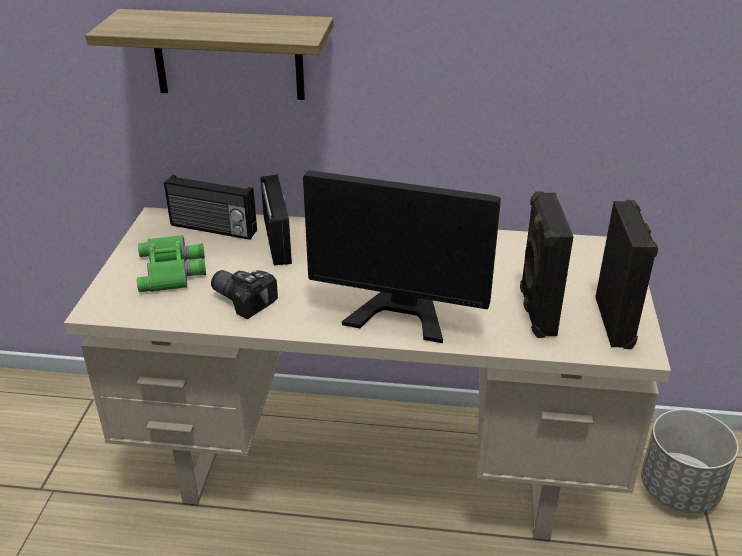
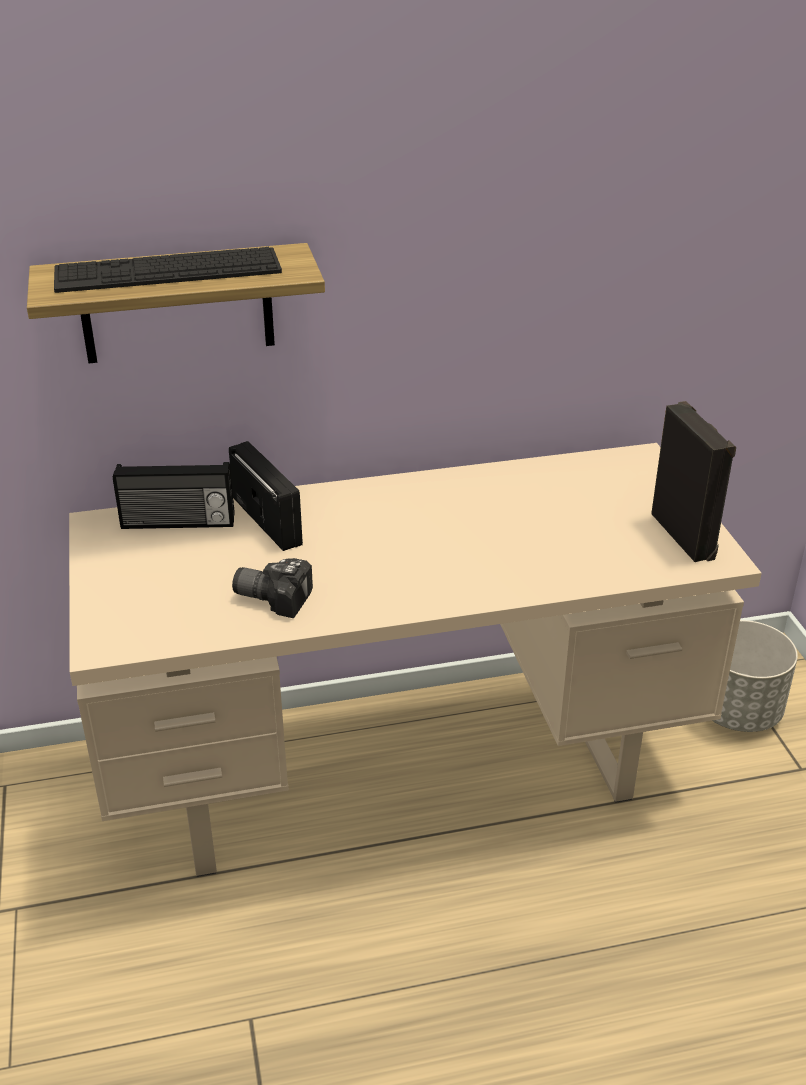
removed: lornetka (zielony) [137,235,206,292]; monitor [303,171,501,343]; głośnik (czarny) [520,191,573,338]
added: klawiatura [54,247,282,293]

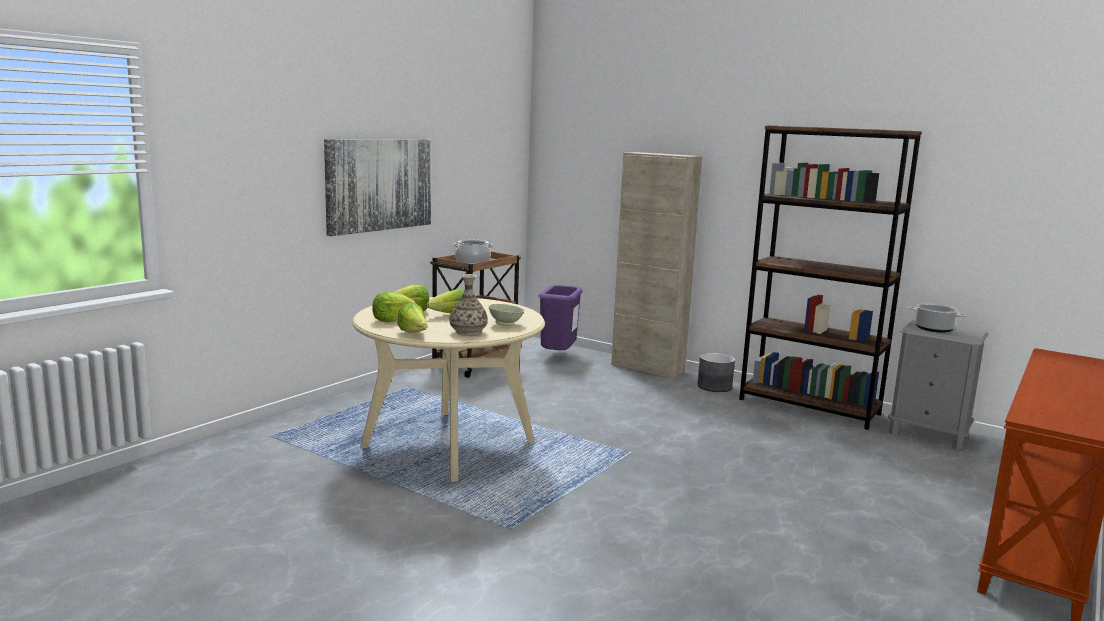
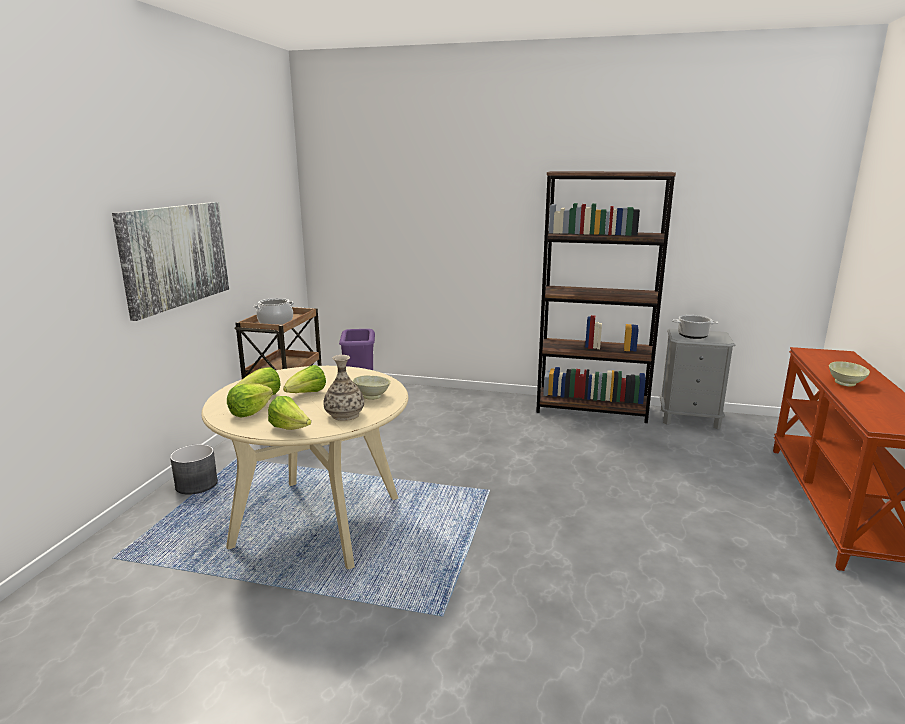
removed: szafka (beżowy) [611,152,702,379]
added: miska (beżowy) [829,361,870,387]
moved: donica (szary) [697,353,735,392] to [170,444,218,495]

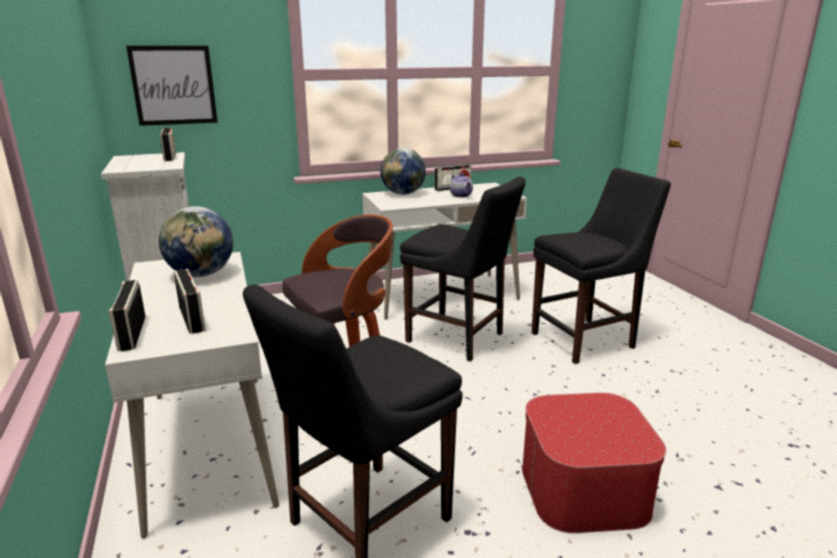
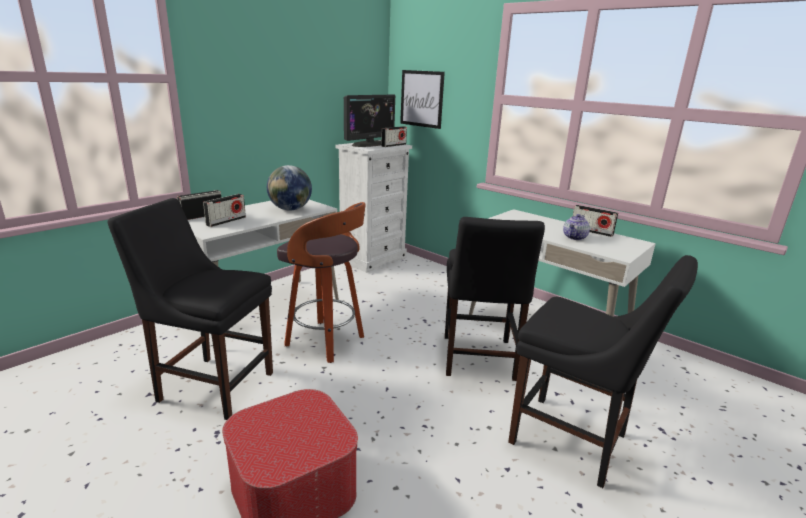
removed: globus [380,148,426,195]
added: monitor [344,94,395,147]

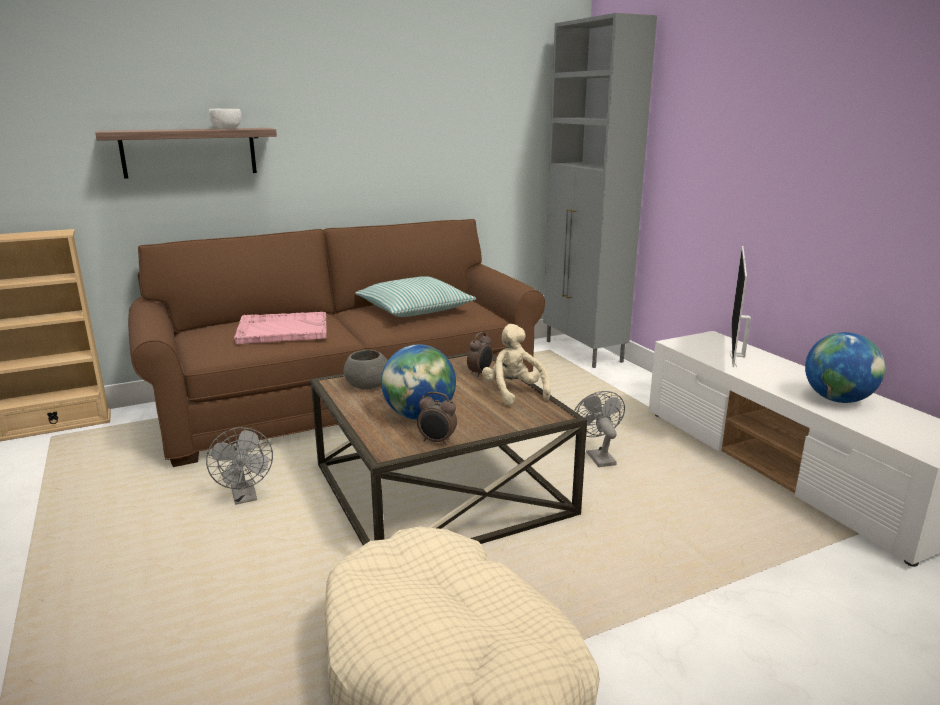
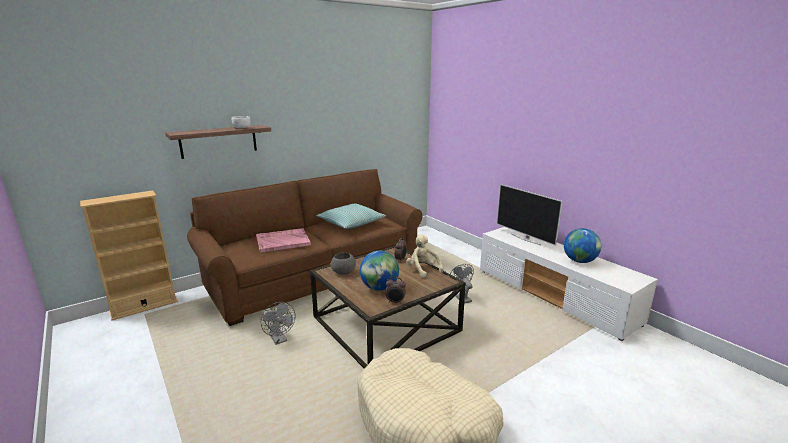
removed: szafka (szary) [543,13,657,368]
turned: telewizor [730,246,751,367] = [497,184,563,246] 45 degrees counterclockwise

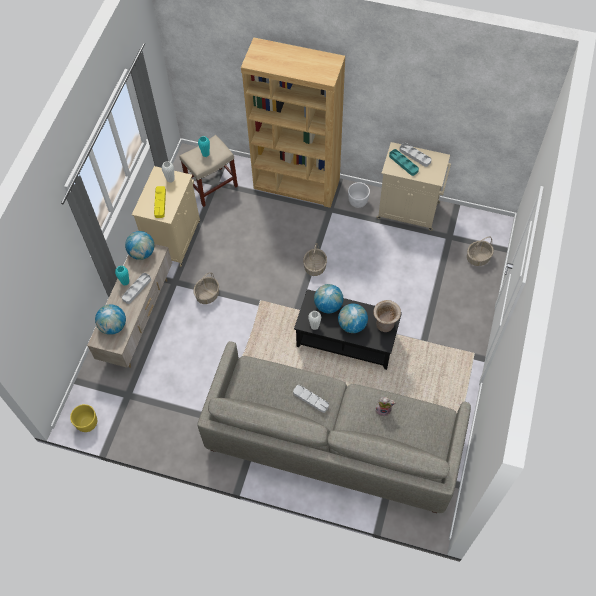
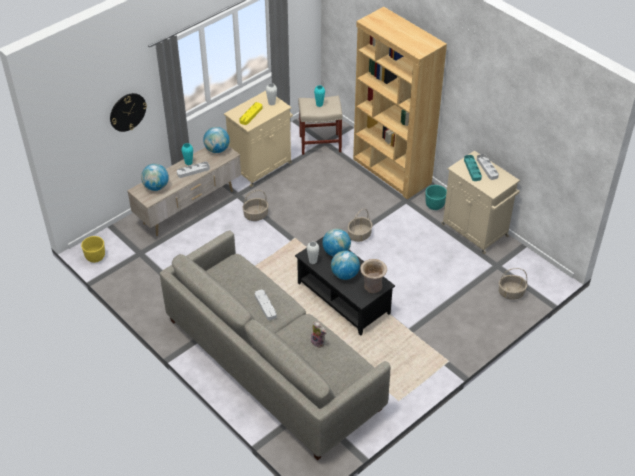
added: zegar ścienny [110,93,147,132]
recoloured: donica (biały) [348,182,370,208] to donica (turkusowy) [426,185,447,210]

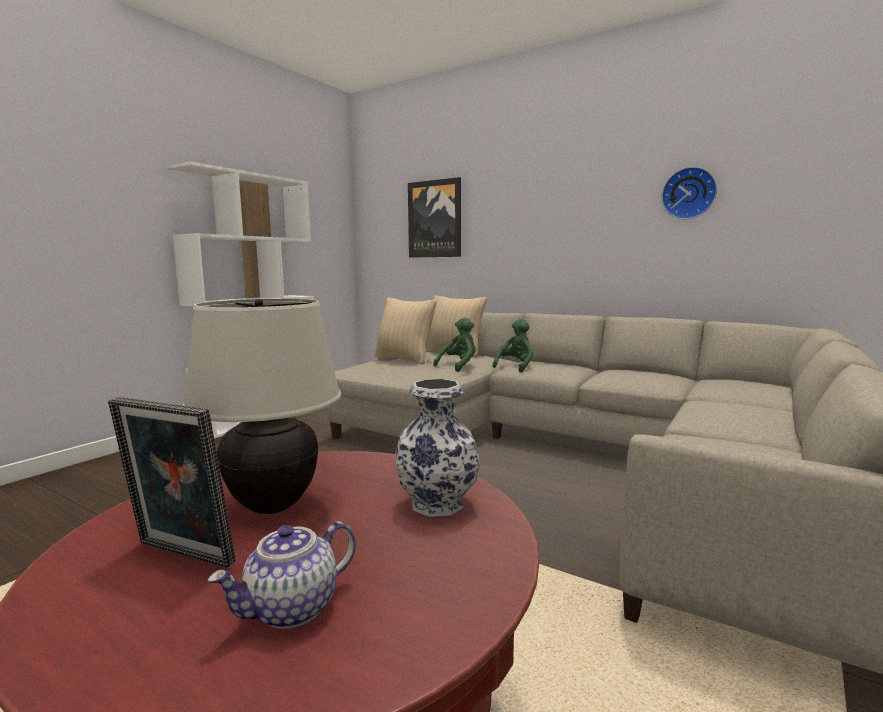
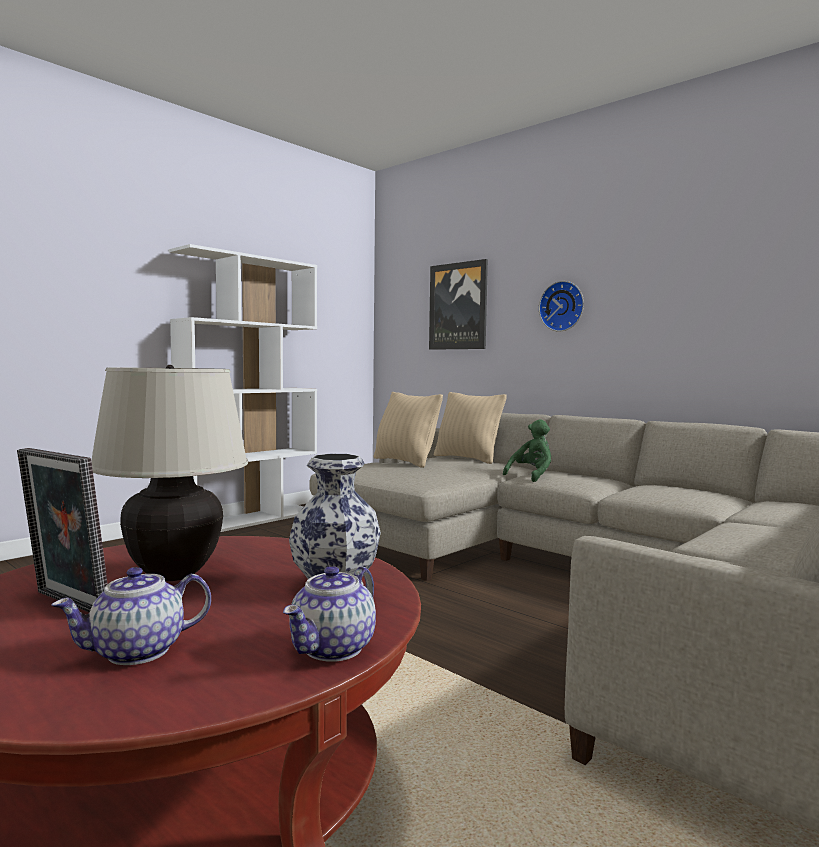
removed: pluszak (zielony) [433,317,475,372]
added: imbryk [283,566,376,662]
moved: zegar ścienny [661,167,717,219] to [539,281,584,332]

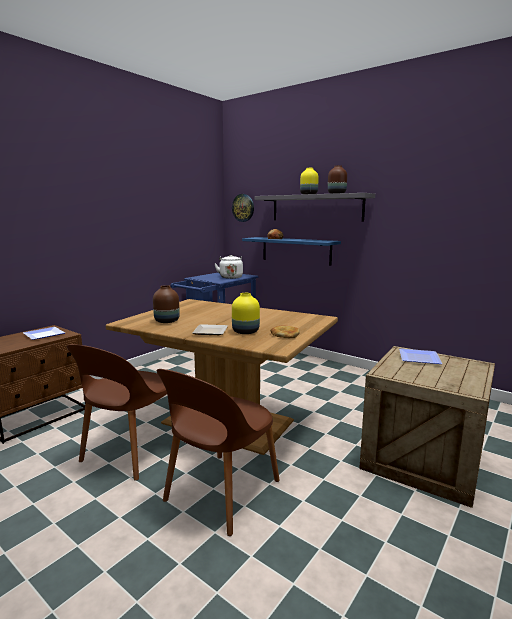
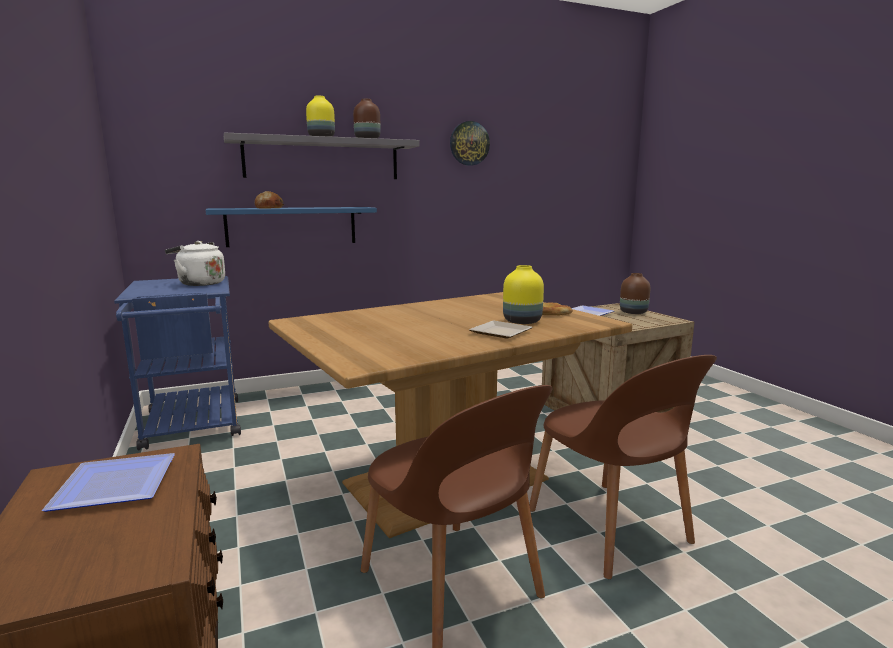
moved: zegar ścienny [232,194,254,222] to [450,121,490,166]; wazon (brązowy) [153,285,180,323] to [620,273,650,314]

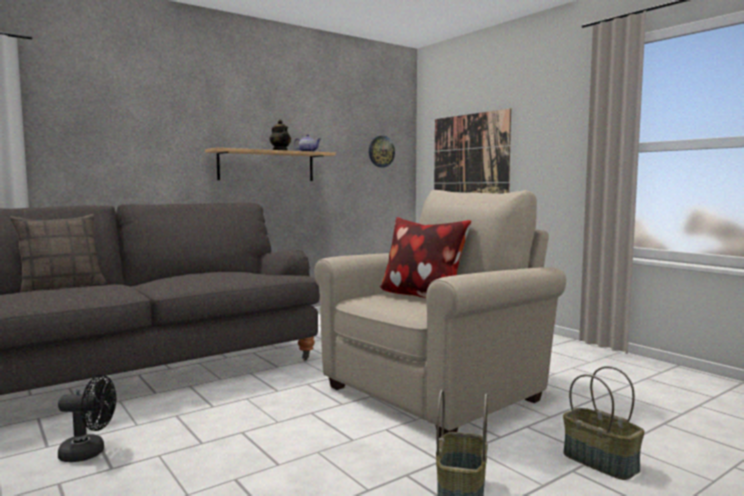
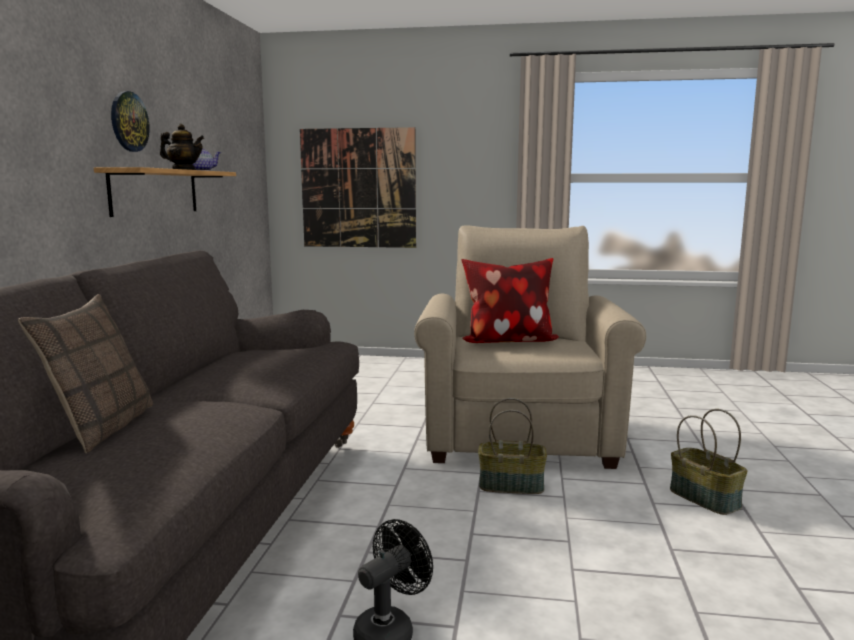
moved: zegar ścienny [369,136,395,167] to [111,91,150,152]; koszyk [563,366,645,480] to [478,398,547,494]

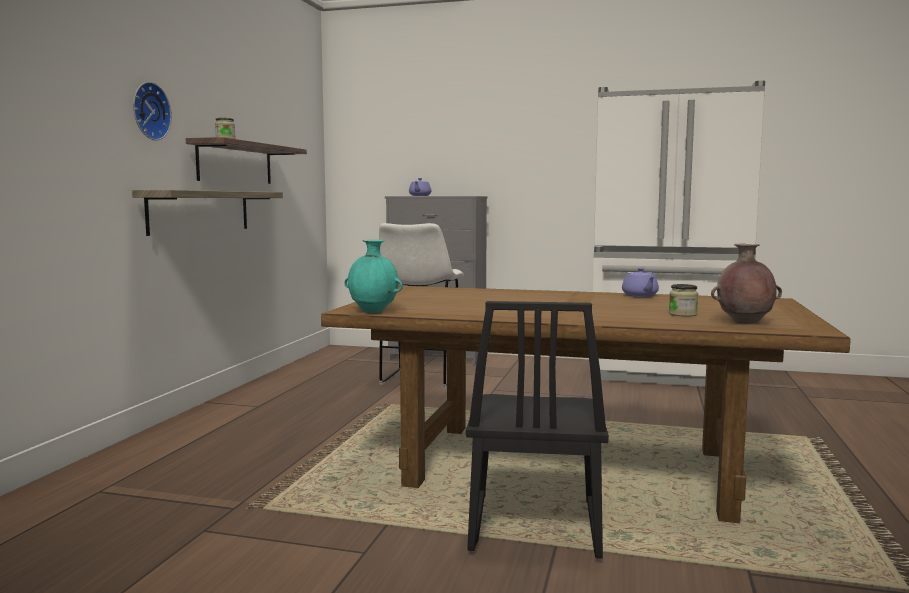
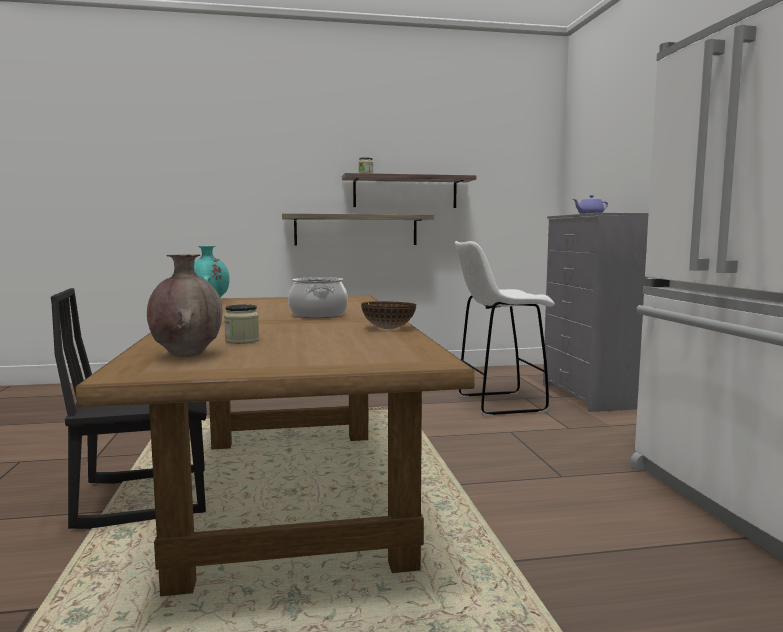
removed: zegar ścienny [133,82,172,140]
added: garnek [288,277,348,318]
replaced: imbryk (fioletowy) [622,268,659,297] to miska [361,301,416,329]

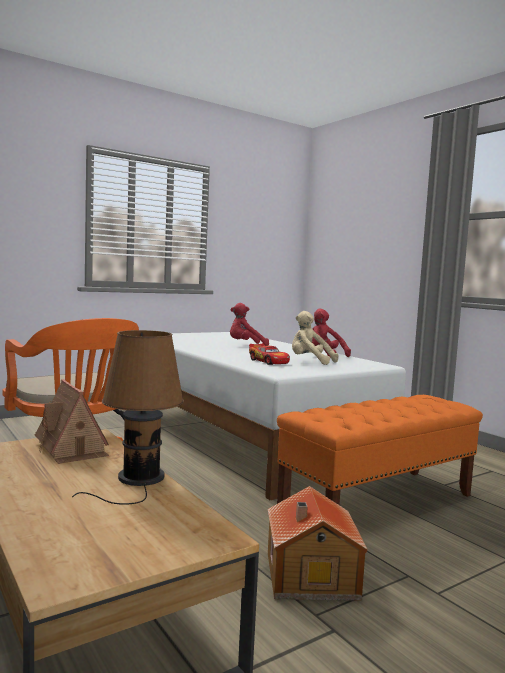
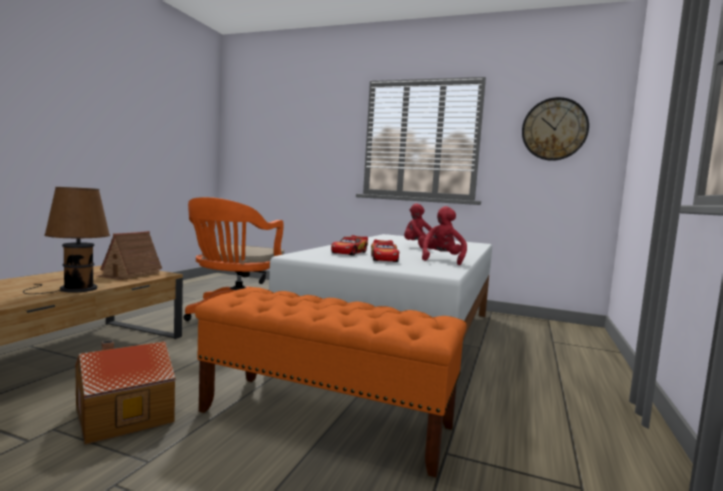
added: zegar ścienny [522,97,589,161]
replaced: pluszak (beżowy) [292,311,339,365] to samochodzik [371,239,399,262]

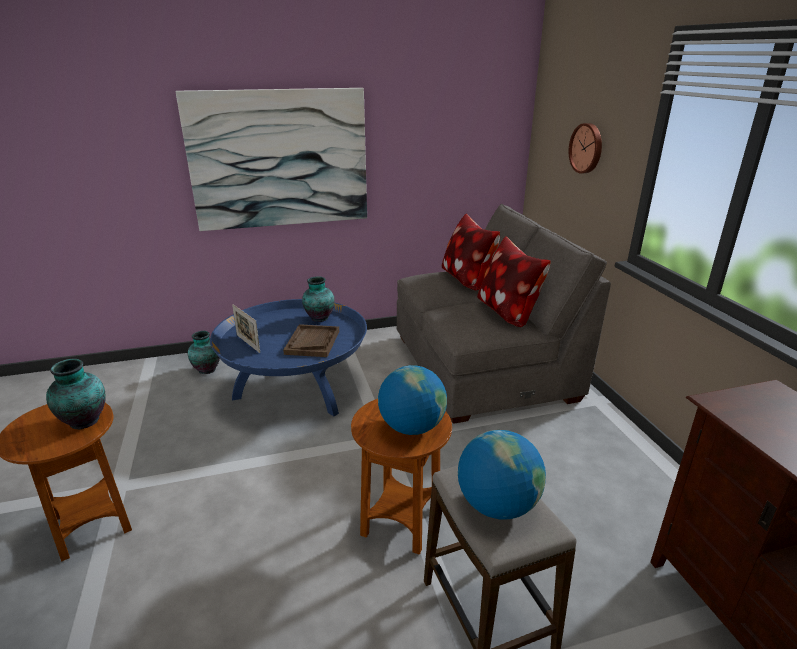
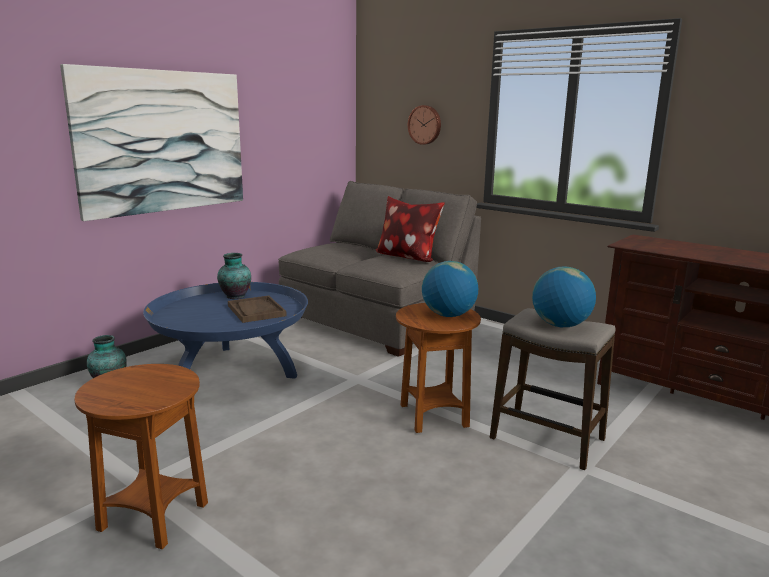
removed: wazon [46,359,106,429]; ramka na zdjęcie [232,304,260,353]; poduszka [442,214,500,290]

